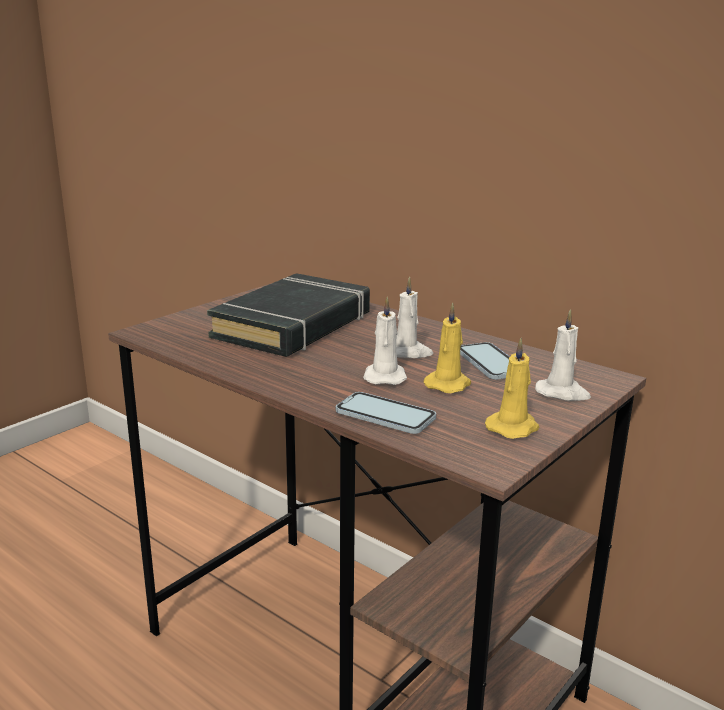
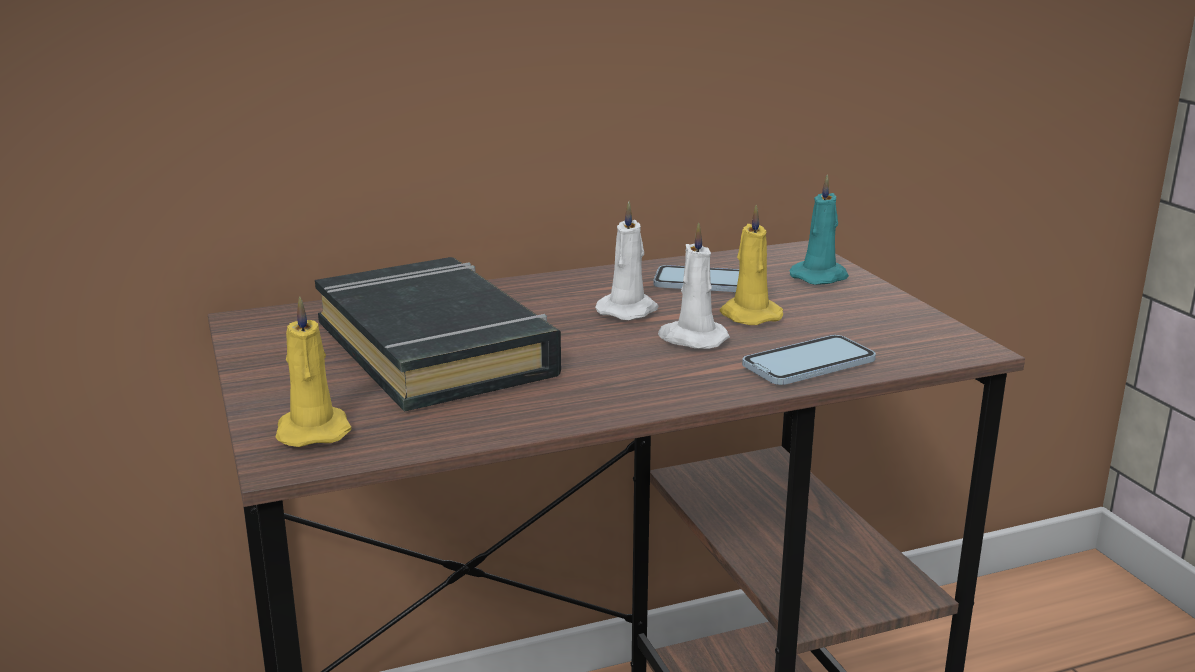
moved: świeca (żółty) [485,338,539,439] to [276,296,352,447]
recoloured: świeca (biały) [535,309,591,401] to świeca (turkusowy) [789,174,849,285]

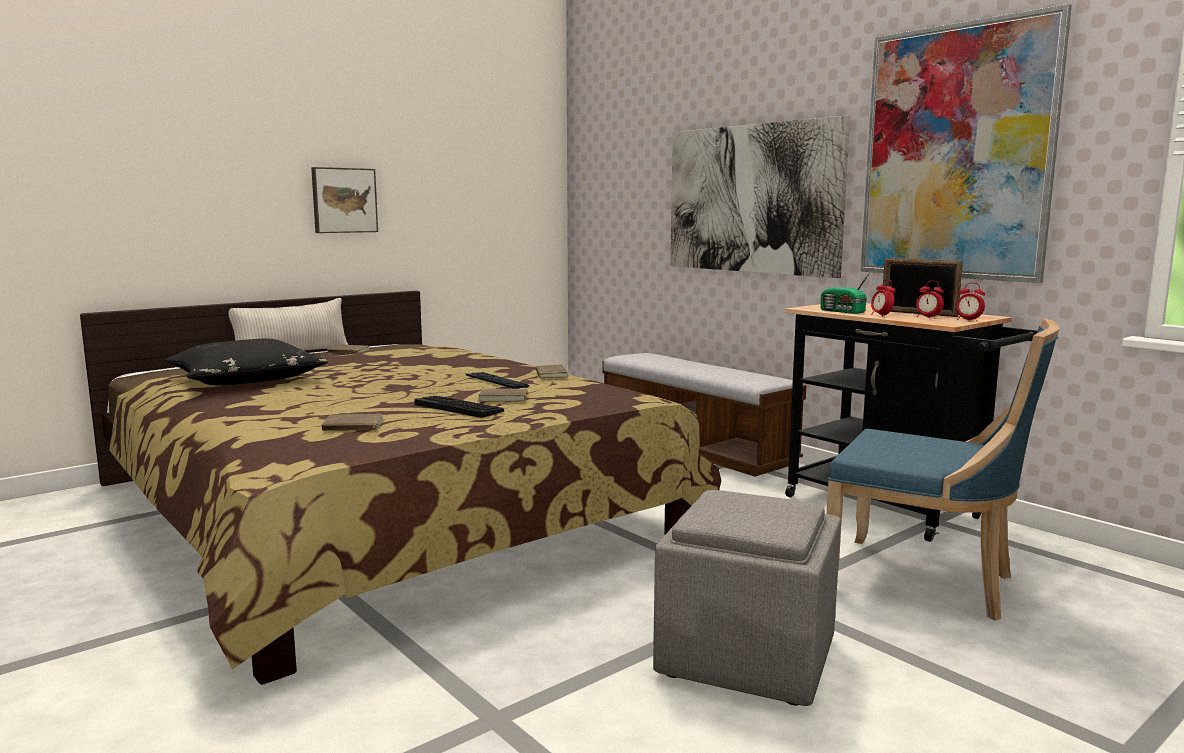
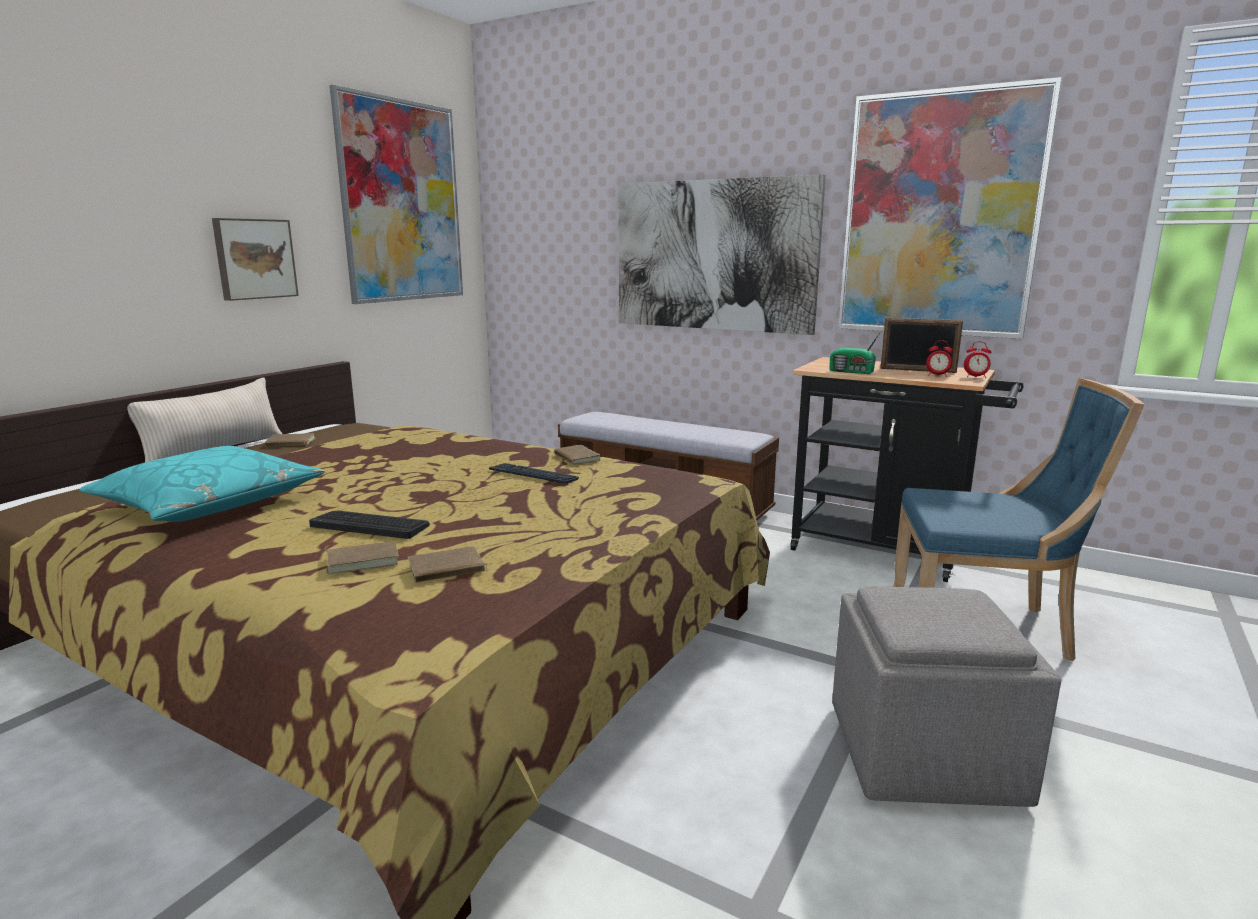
removed: budzik [871,280,895,317]
added: obraz [329,85,463,304]
moved: klawiatura [414,396,504,418] to [309,511,430,539]; książka (brązowy) [477,387,528,402] to [324,541,399,574]
recoloured: poduszka (czarny) [165,338,328,386] to poduszka (turkusowy) [79,446,325,522]

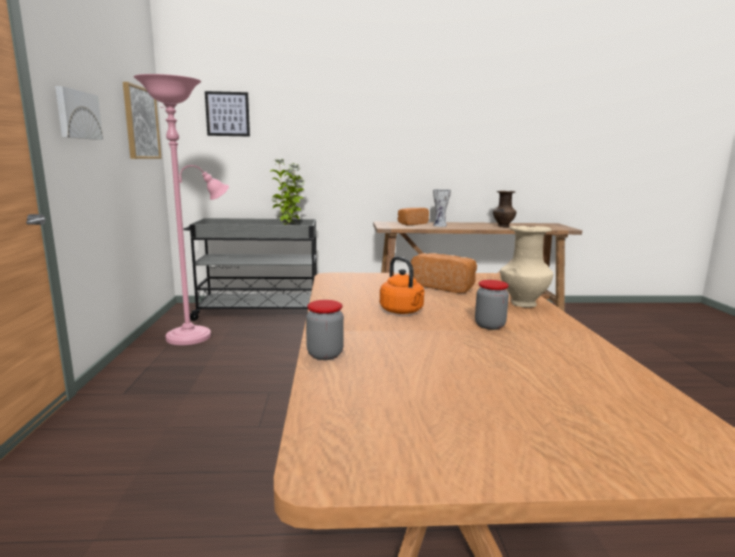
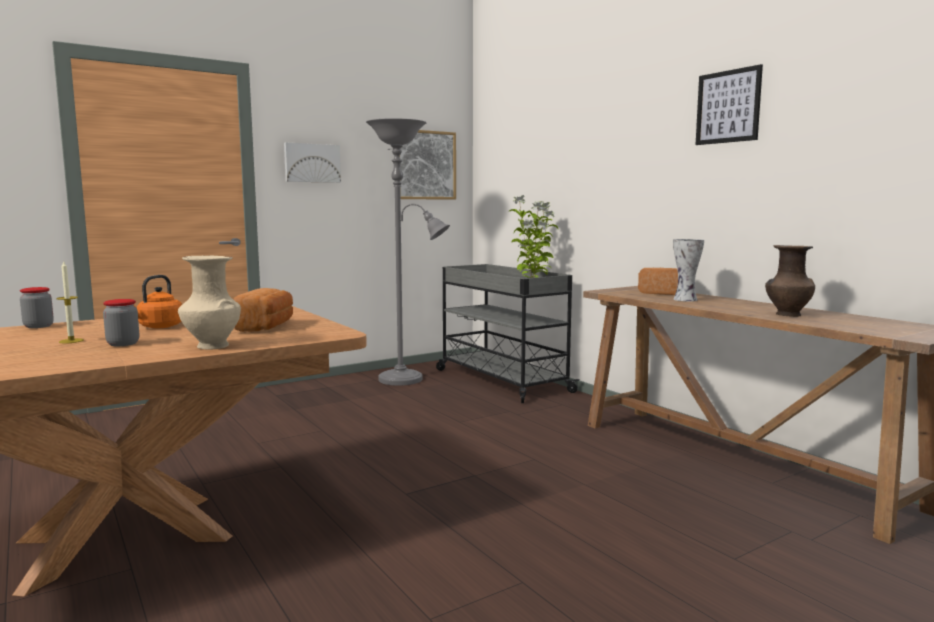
added: świeca [57,262,84,344]
moved: obraz [205,91,250,137] to [695,64,763,145]
recoloured: lampa stojąca (różowy) [134,74,229,345] to lampa stojąca (szary) [366,118,450,386]

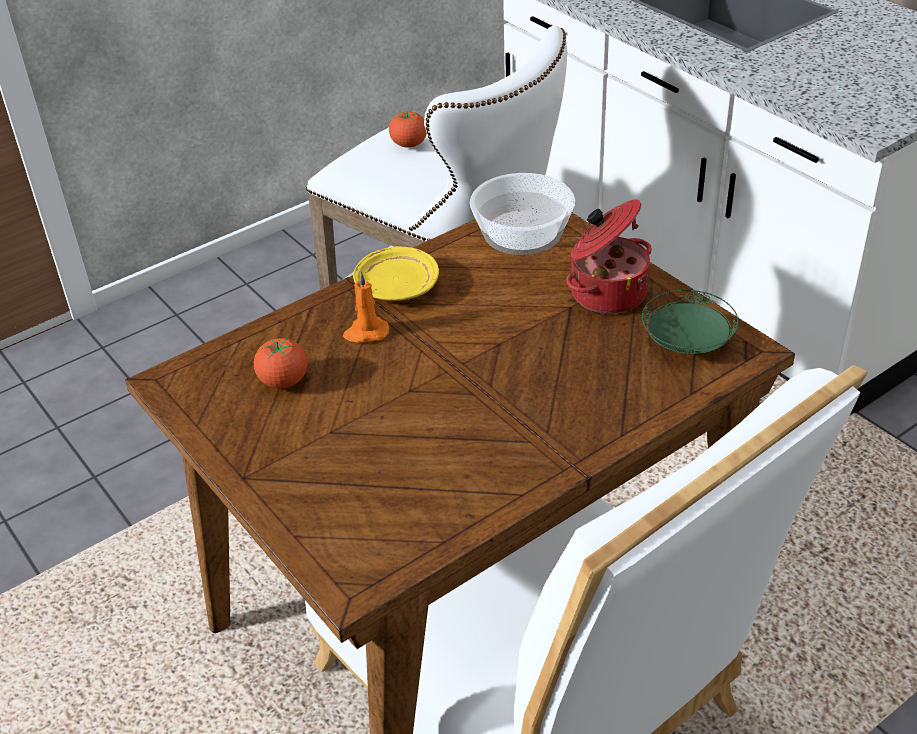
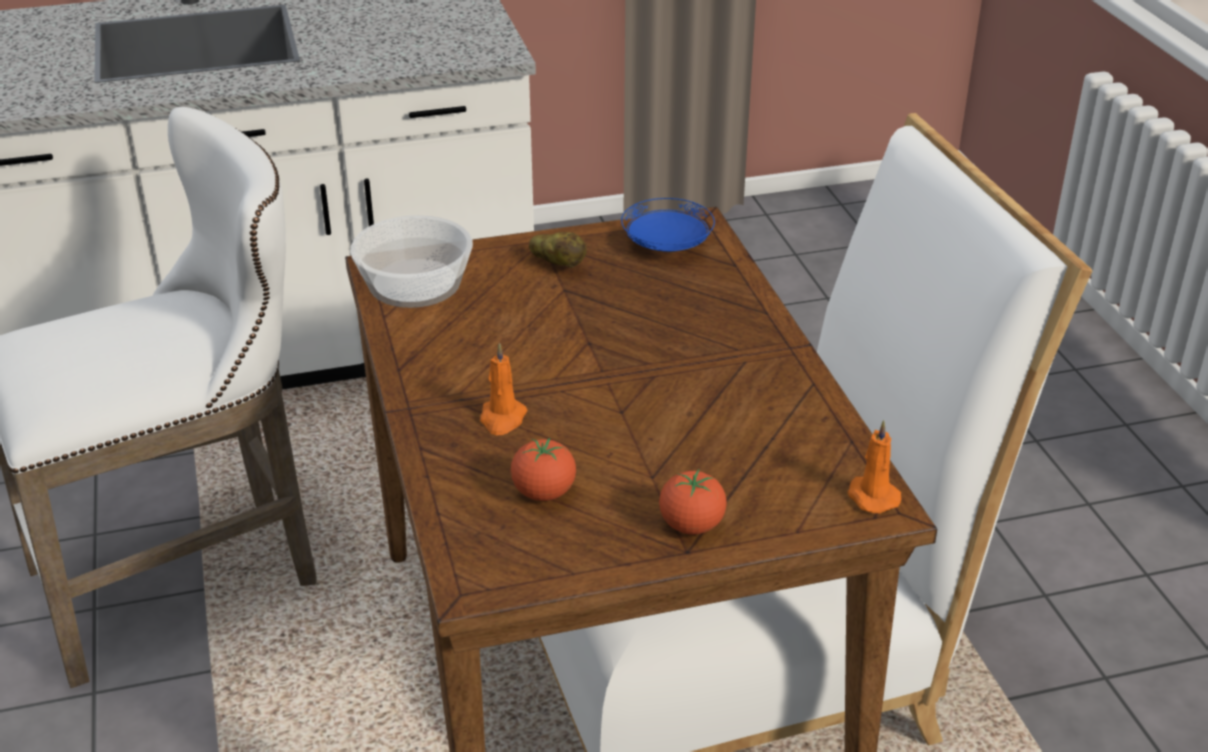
removed: talerz (żółty) [353,247,439,301]
added: świeca (pomarańczowy) [847,420,901,513]
moved: pomidor [389,111,427,148] to [659,469,727,535]
replaced: garnek [566,199,652,314] to ziemniak [529,232,587,268]
recoloured: talerz (zielony) [642,290,739,354] to talerz (niebieski) [621,198,715,252]

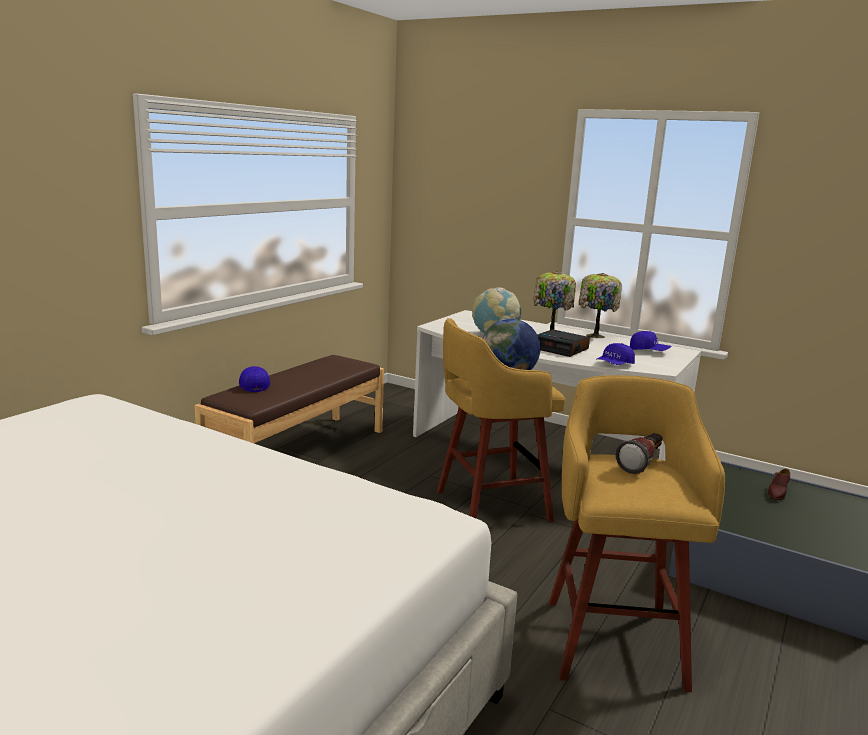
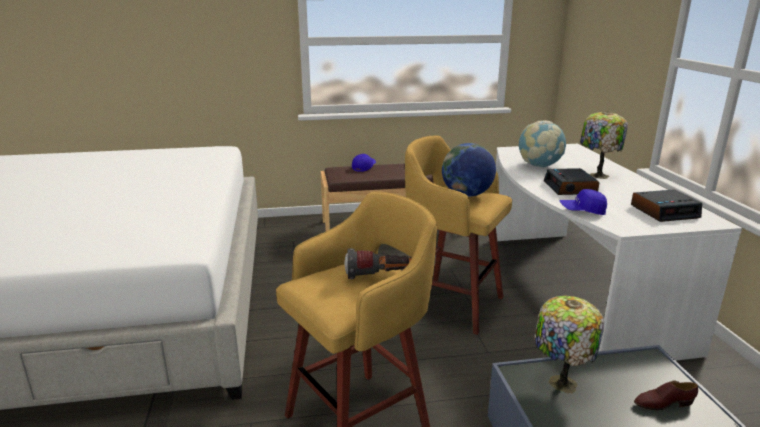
moved: lampa stołowa [579,273,622,338] to [534,296,604,393]
replaced: czapka z daszkiem (niebieski) [630,331,671,351] to budzik [631,190,702,222]

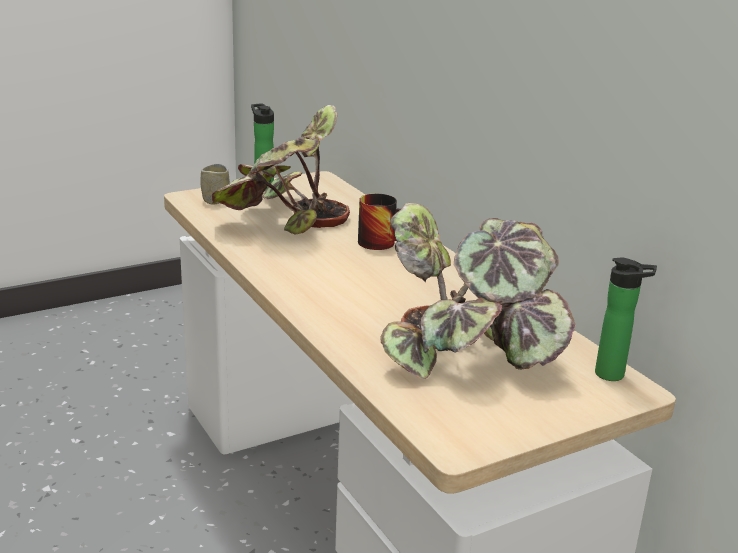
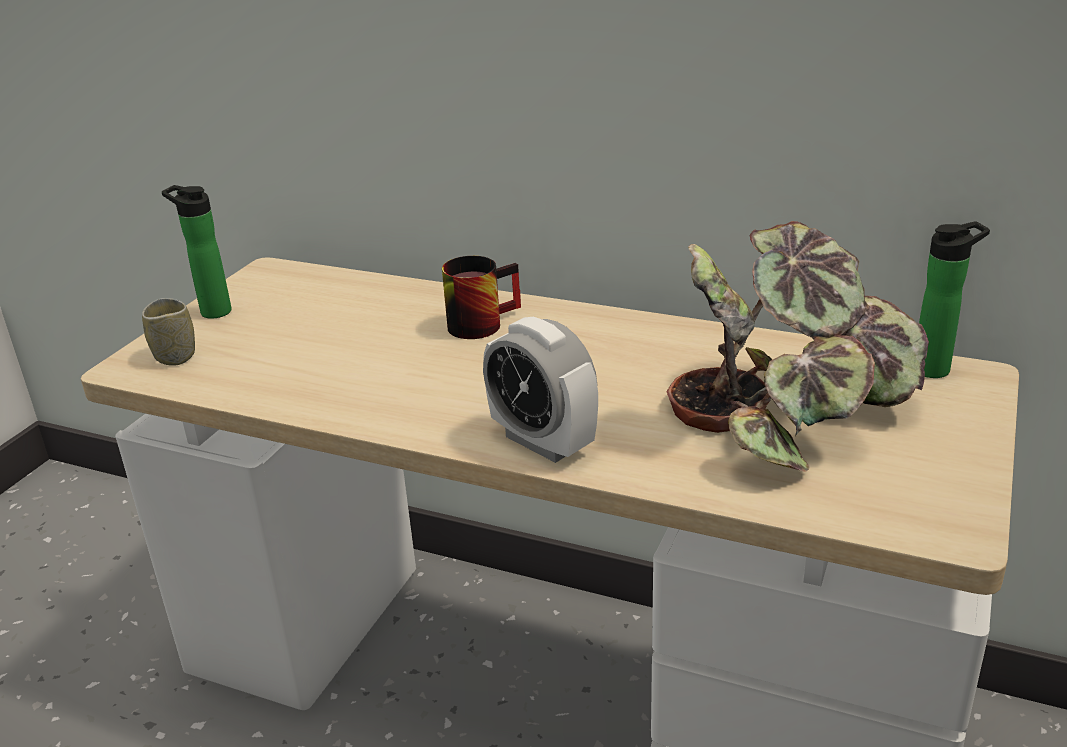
removed: roślina doniczkowa [212,105,350,234]
added: budzik [483,317,598,463]

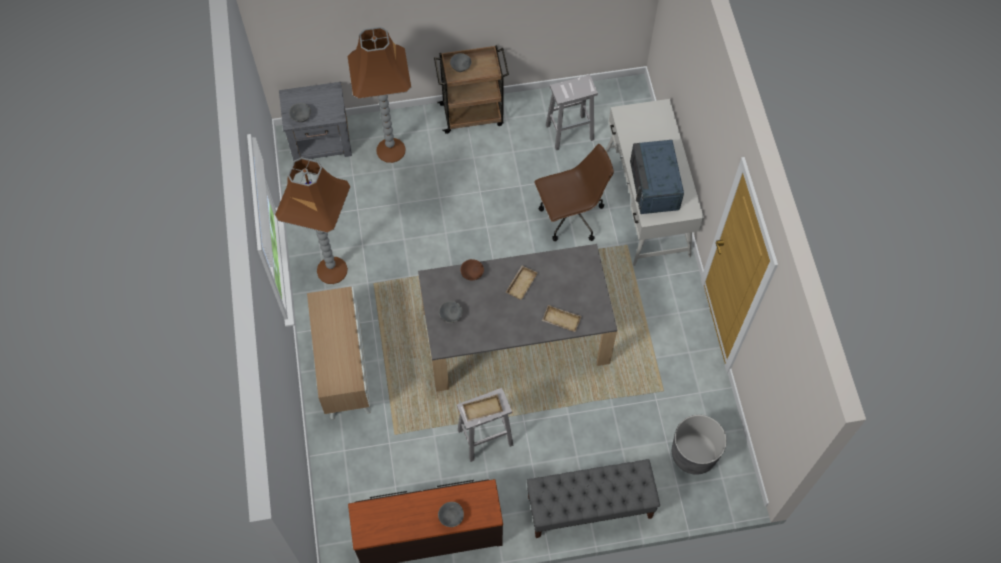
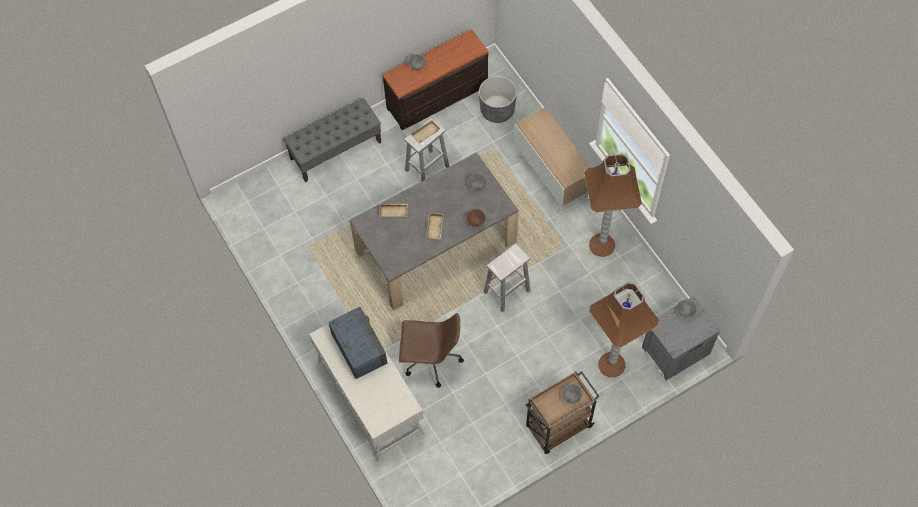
moved: donica (szary) [672,415,727,475] to [479,76,517,123]; stołek (biały) [546,75,598,150] to [484,244,530,312]
turned: krzesło biurowe (brązowy) [535,144,614,241] = [399,313,464,388] 135 degrees counterclockwise

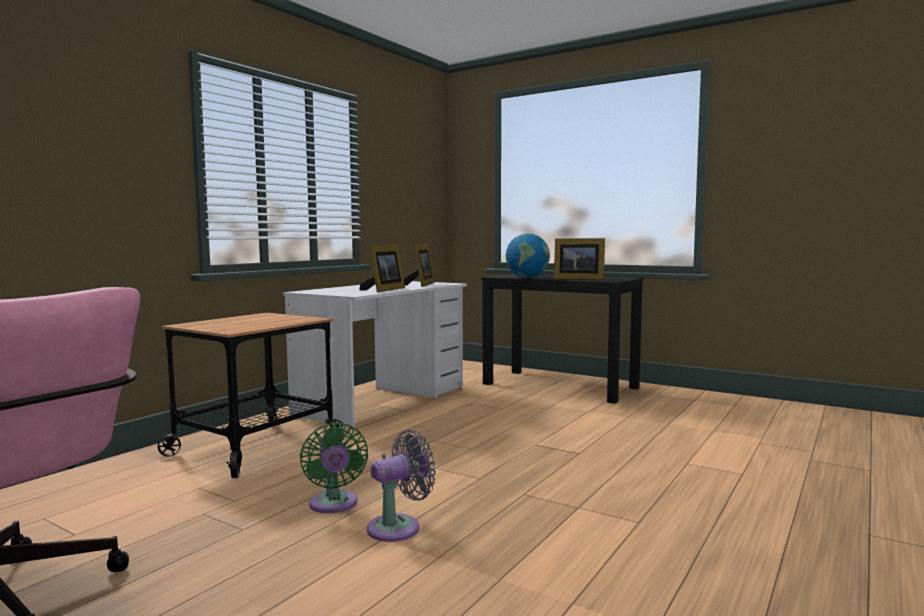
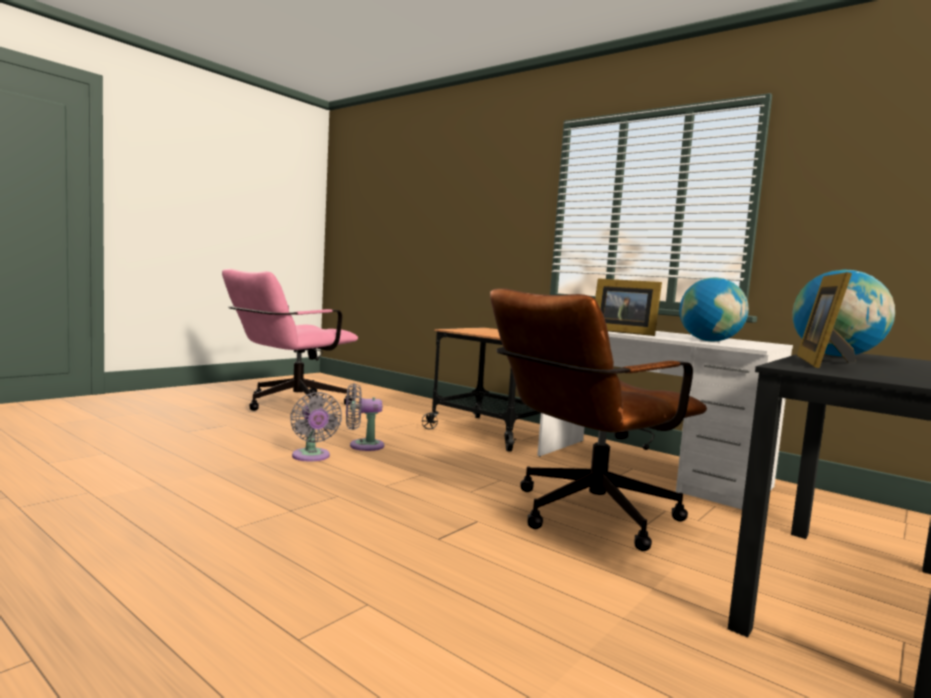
added: krzesło biurowe (brązowy) [490,288,707,551]
replaced: ramka na zdjęcie [404,244,435,287] to globus [679,277,749,342]
recoloured: wentylator (zielony) [300,422,368,513] to wentylator (szary) [346,383,384,451]

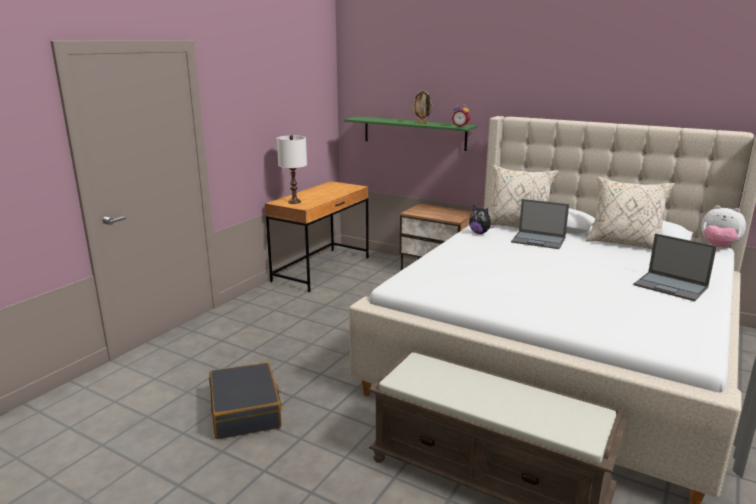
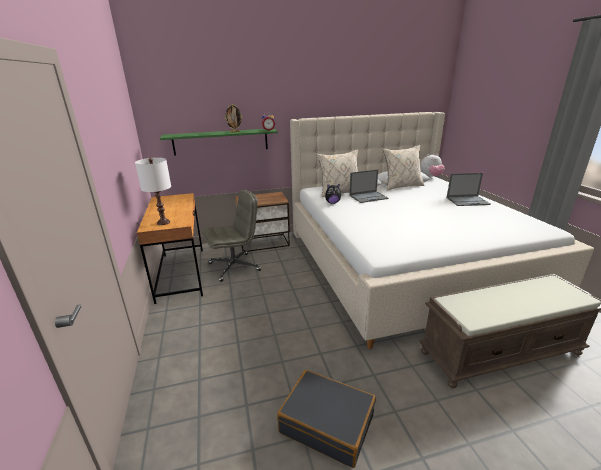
added: krzesło biurowe (szary) [202,190,261,282]

